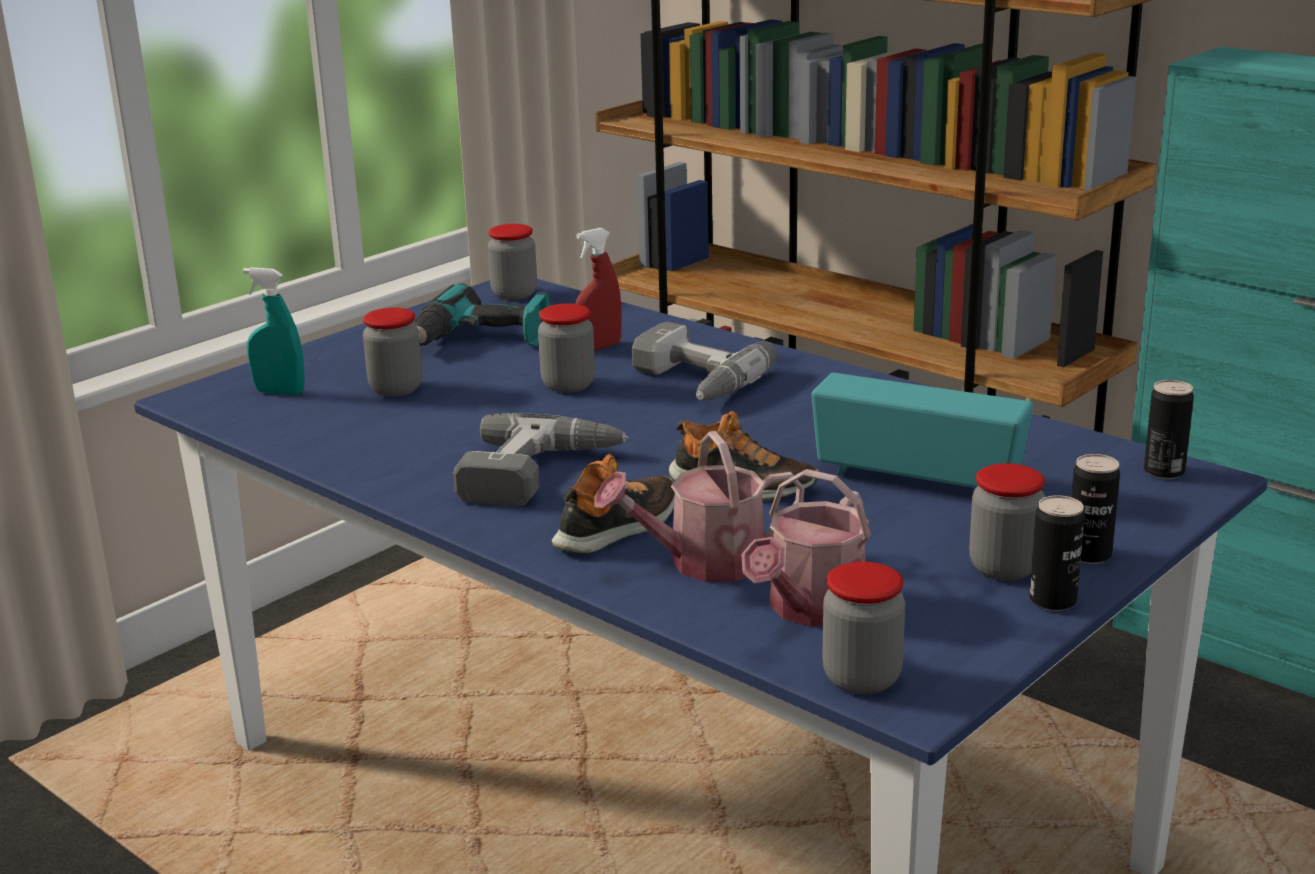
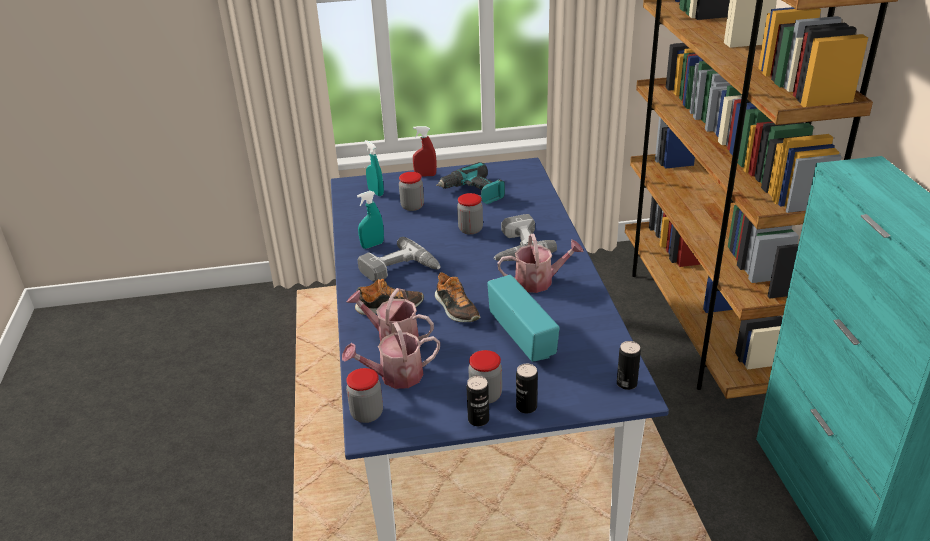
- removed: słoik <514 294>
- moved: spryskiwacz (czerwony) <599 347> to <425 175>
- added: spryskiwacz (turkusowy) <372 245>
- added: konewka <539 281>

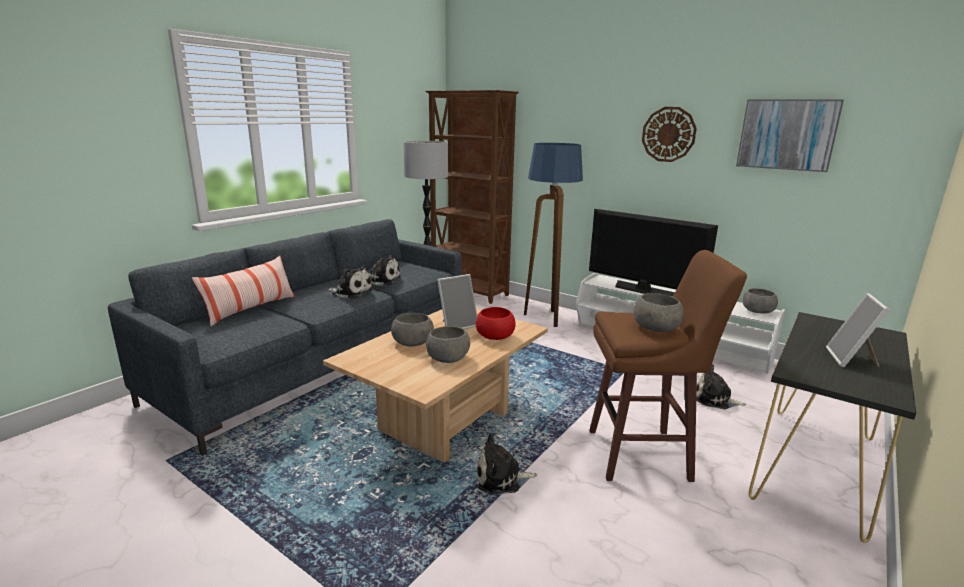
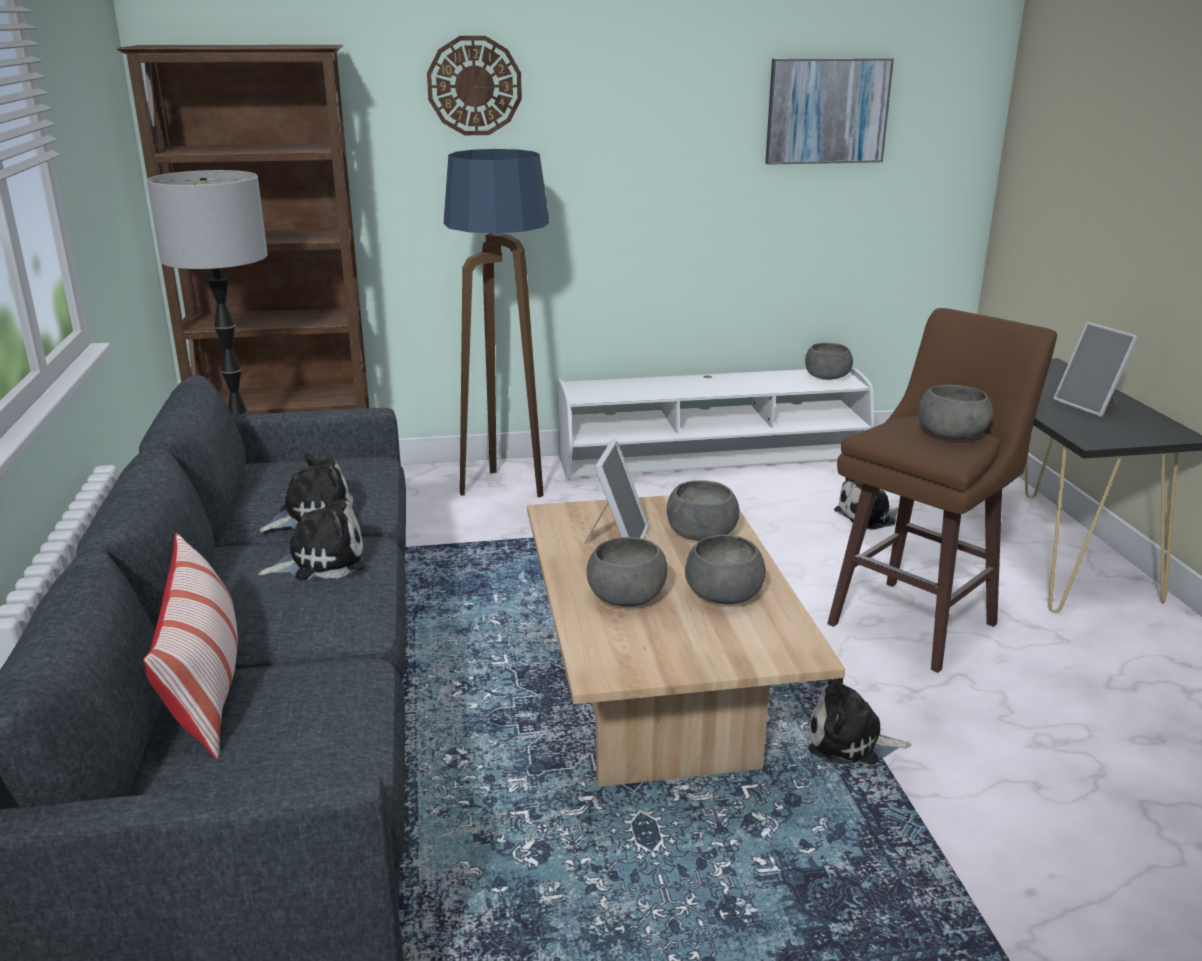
- moved: zegar ścienny <668 134> to <474 86>
- removed: telewizor <643 290>
- recoloured: miska (czerwony) <494 336> to miska (szary) <700 533>
- turned: pluszak <501 478> = <850 742> 60 degrees clockwise

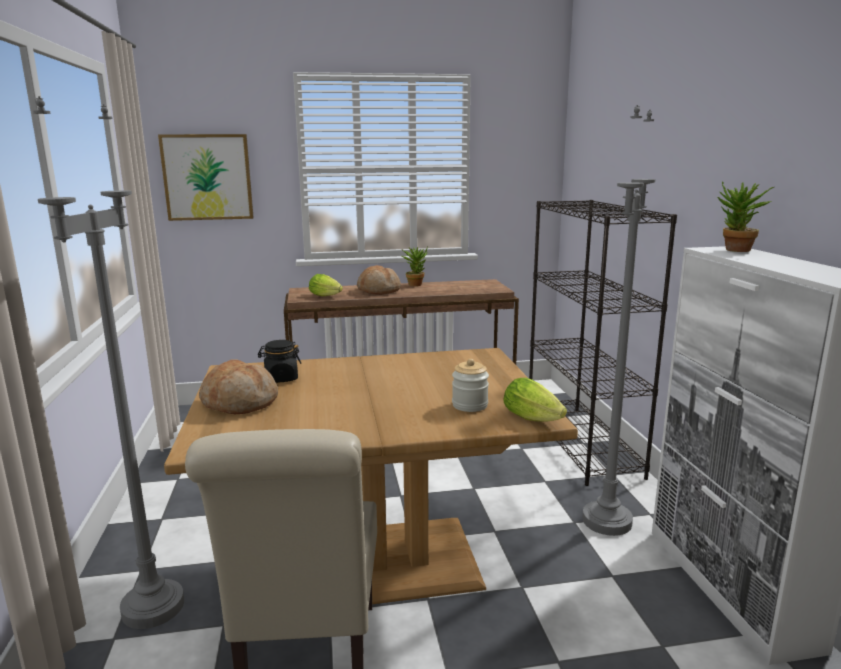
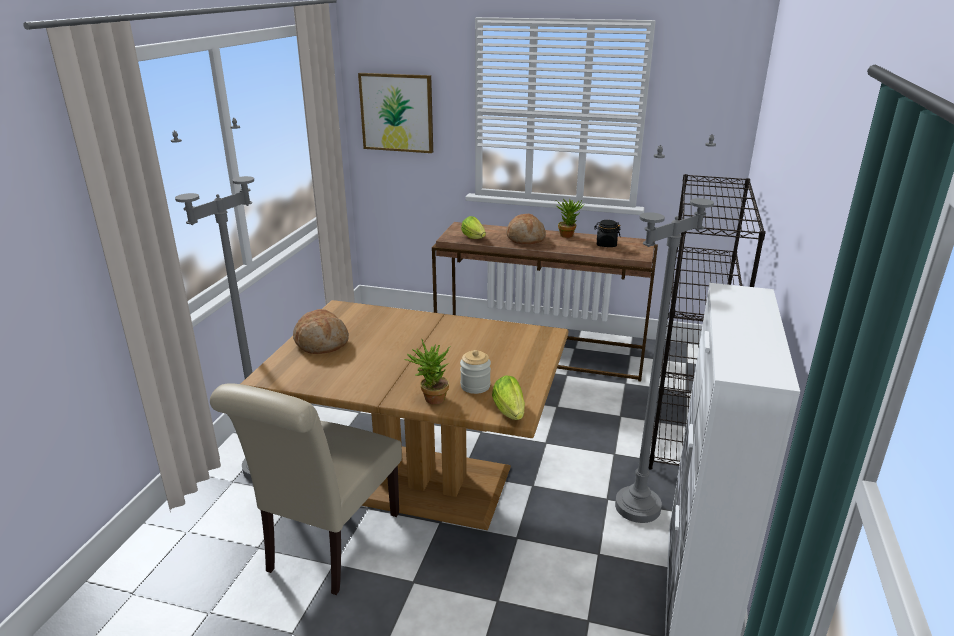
- moved: roślina doniczkowa <735 250> to <430 399>
- moved: słoik (czarny) <281 378> to <606 244>

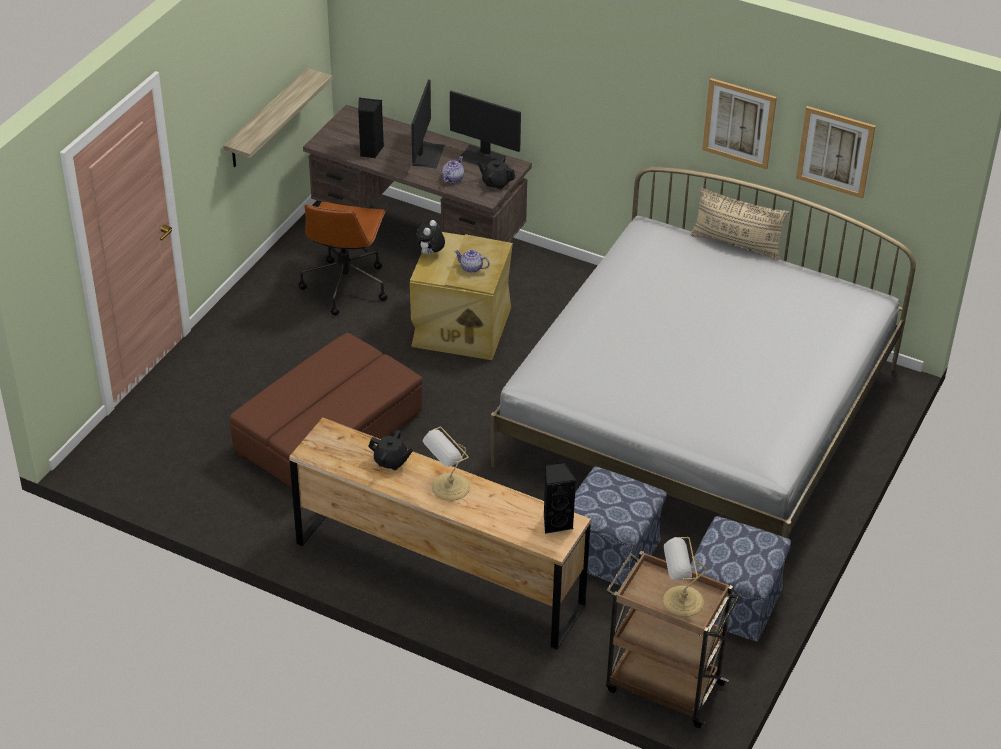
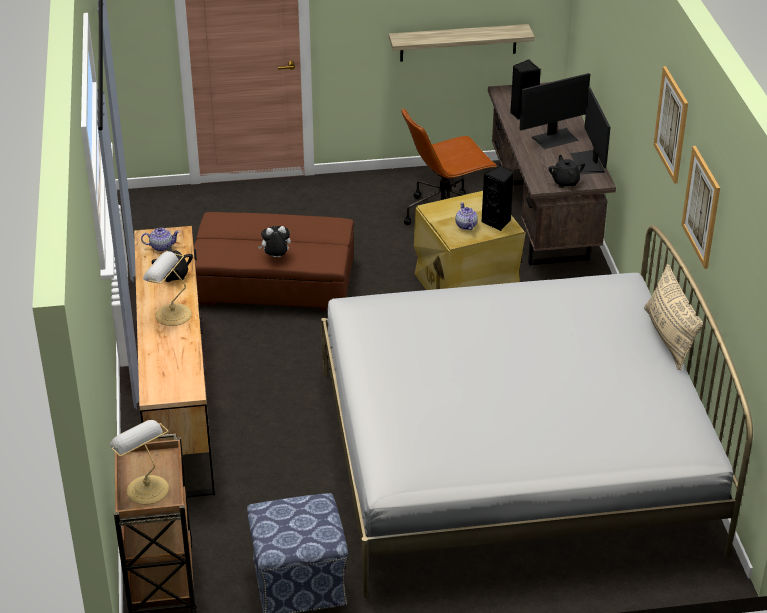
- moved: obraz <835 151> to <671 124>
- moved: imbryk <452 178> to <161 246>
- moved: pluszak <430 254> to <276 257>
- moved: głośnik (czarny) <556 522> to <497 222>
- removed: pufa <611 552>

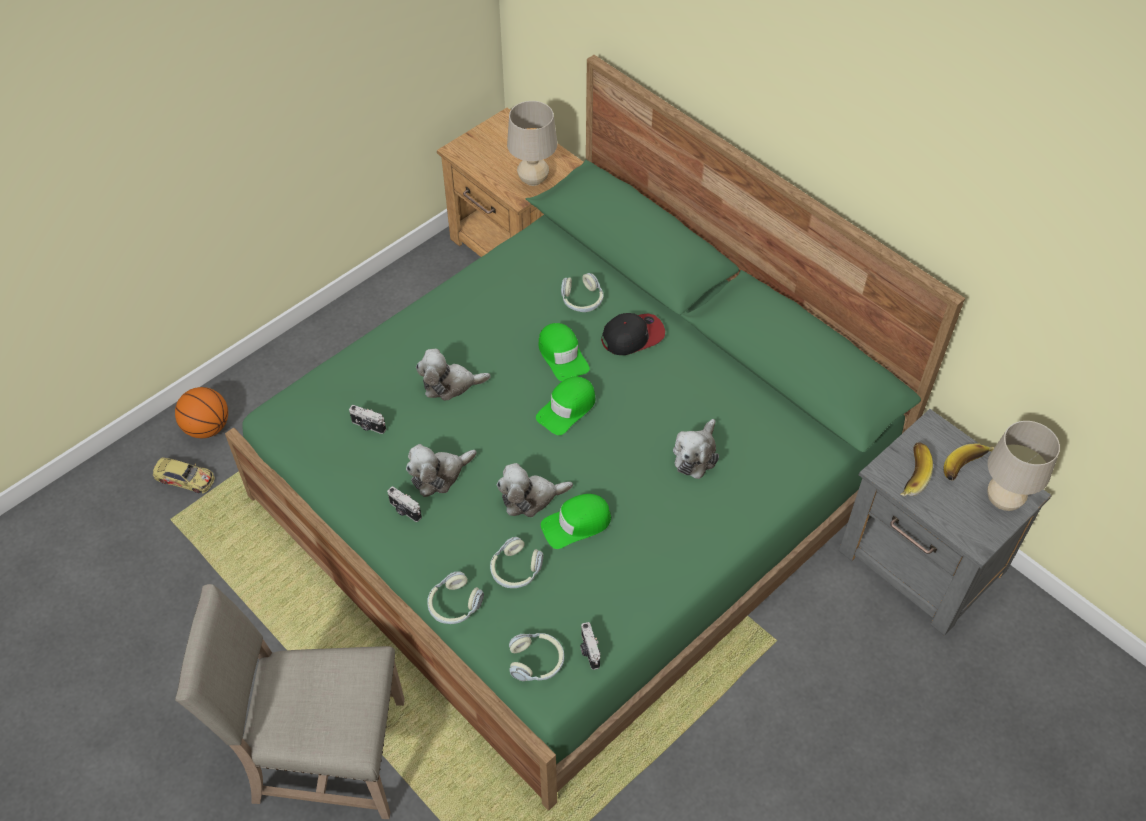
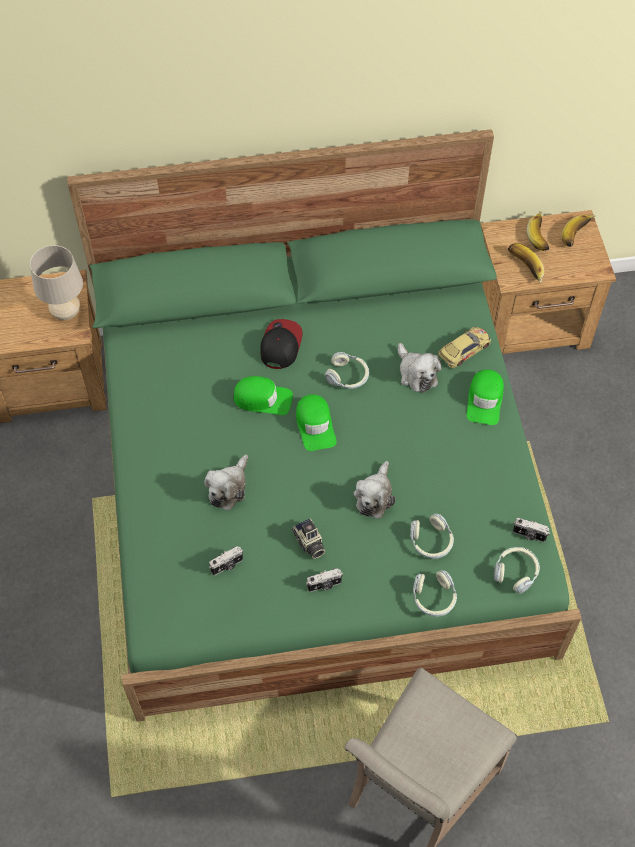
- moved: słuchawki <582 300> to <348 376>
- removed: piłka do koszykówki <207 427>
- recoloured: szafka nocna (szary) <922 563> to szafka nocna (brązowy) <531 322>
- replaced: lampa stołowa (beżowy) <1003 500> to banan <578 236>
- replaced: pluszak <439 475> to aparat fotograficzny <309 544>
- moved: samochodzik <185 478> to <464 349>
- moved: czapka z daszkiem (zielony) <576 524> to <485 400>

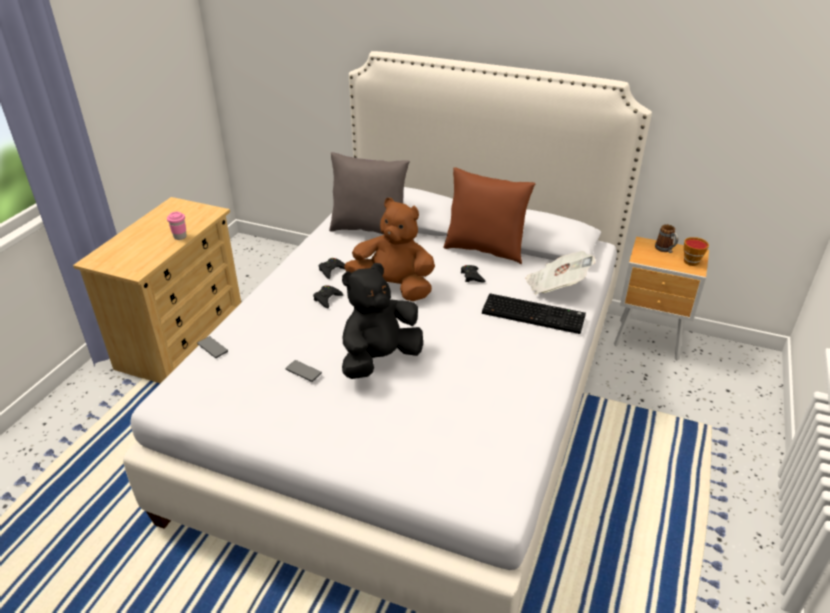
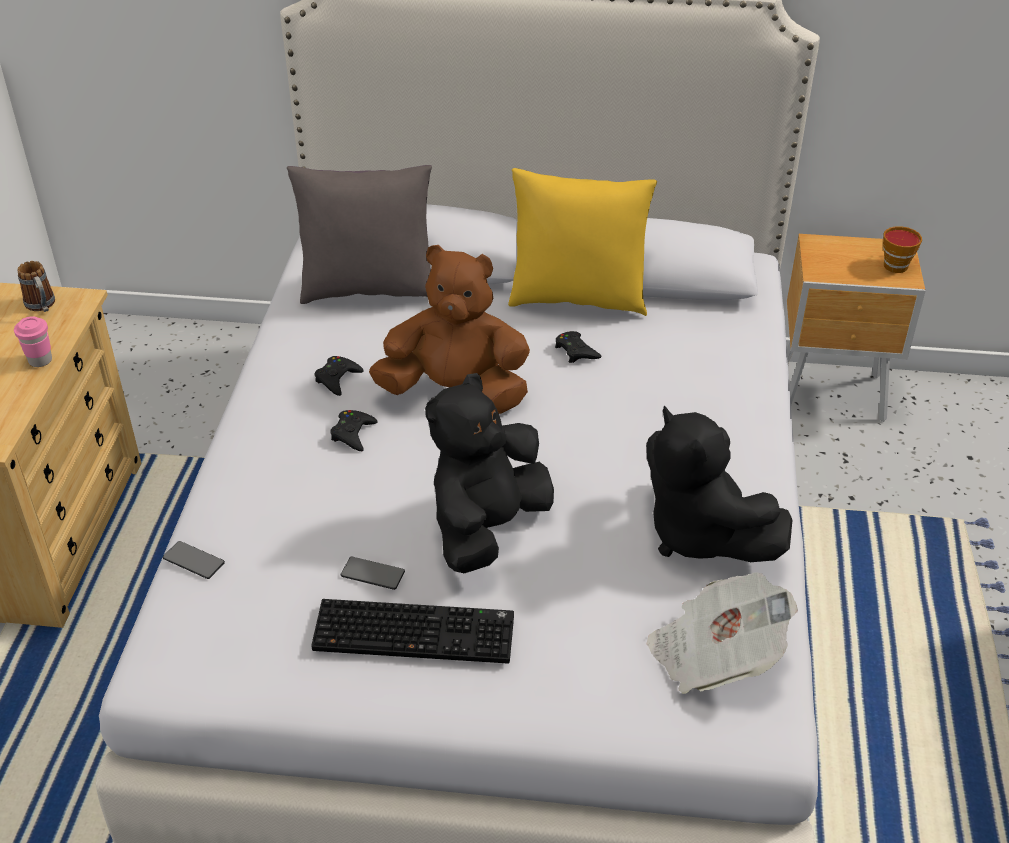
- recoloured: poduszka (brązowy) <484 250> to poduszka (żółty) <577 298>
- moved: kubek <665 250> to <42 306>
- moved: gazeta <556 286> to <715 655>
- moved: klawiatura <534 314> to <416 631>
- added: pluszak (czarny) <699 533>

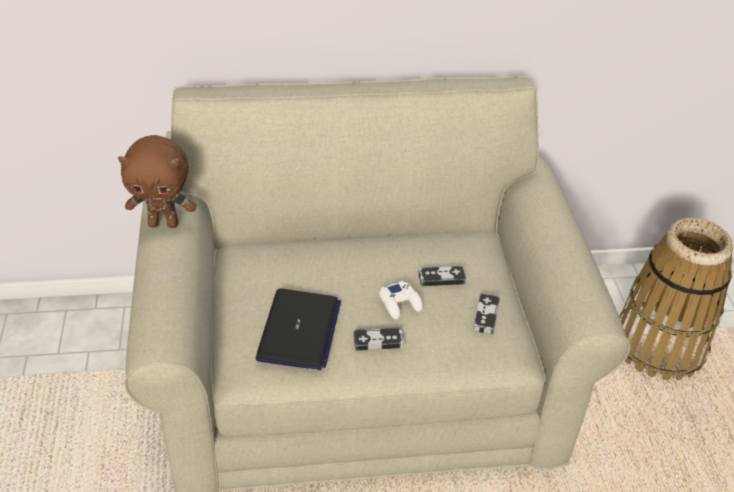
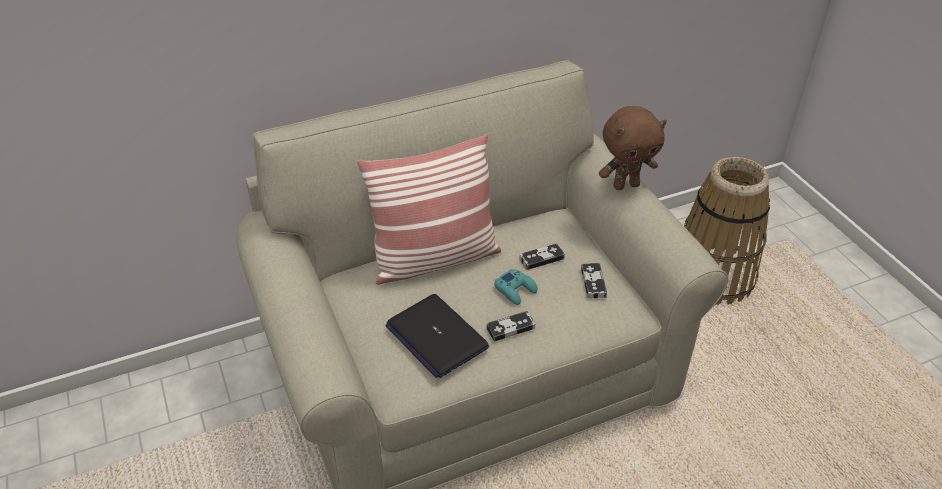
- moved: pluszak (brązowy) <164 223> to <626 185>
- recoloured: pad do gier (biały) <400 304> to pad do gier (turkusowy) <515 290>
- turned: laptop <299 331> = <436 336> 150 degrees clockwise
- added: poduszka <434 258>

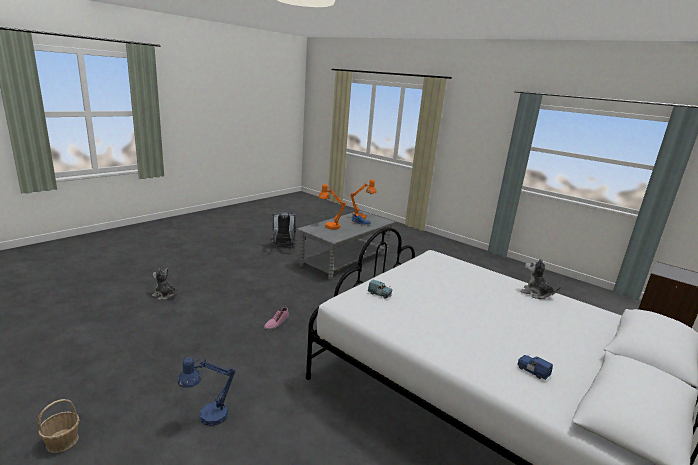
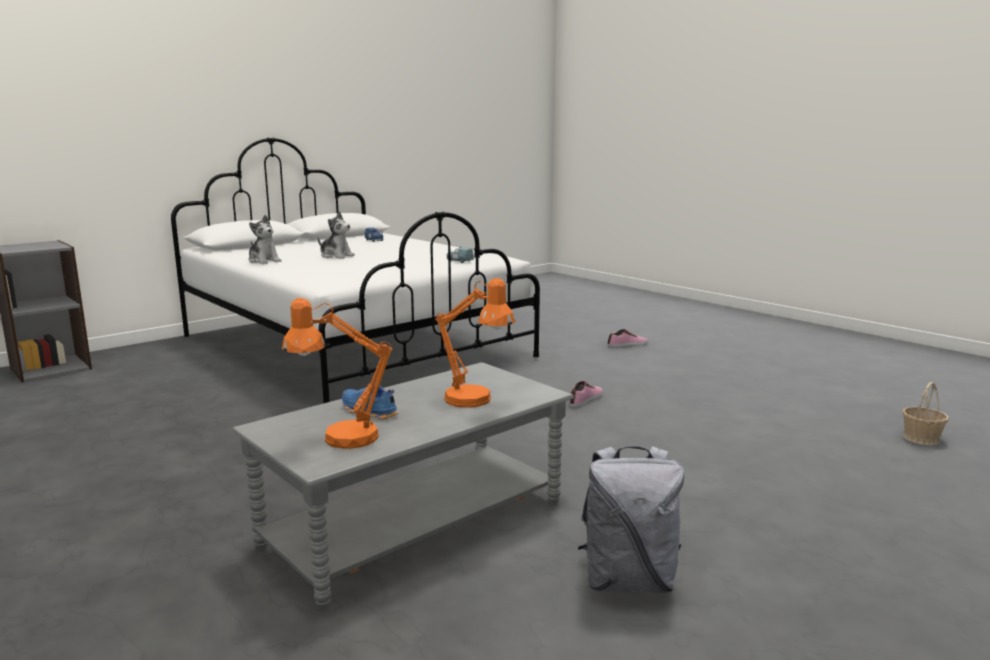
- moved: pluszak <165 295> to <336 256>
- replaced: lampa stołowa (niebieski) <207 417> to but <627 345>
- moved: koszyk <62 441> to <921 438>

